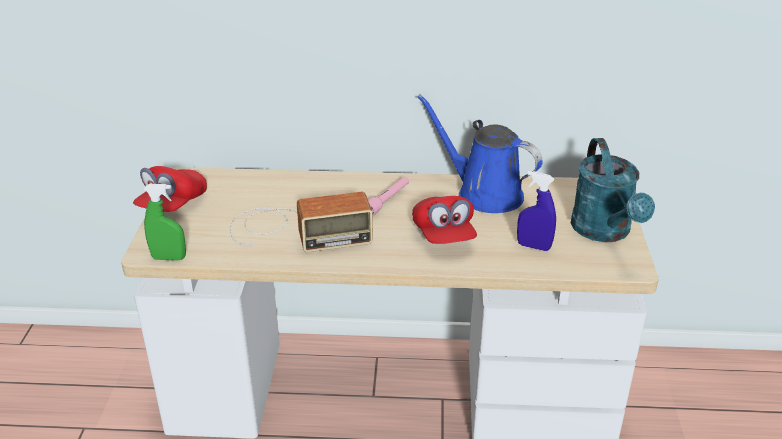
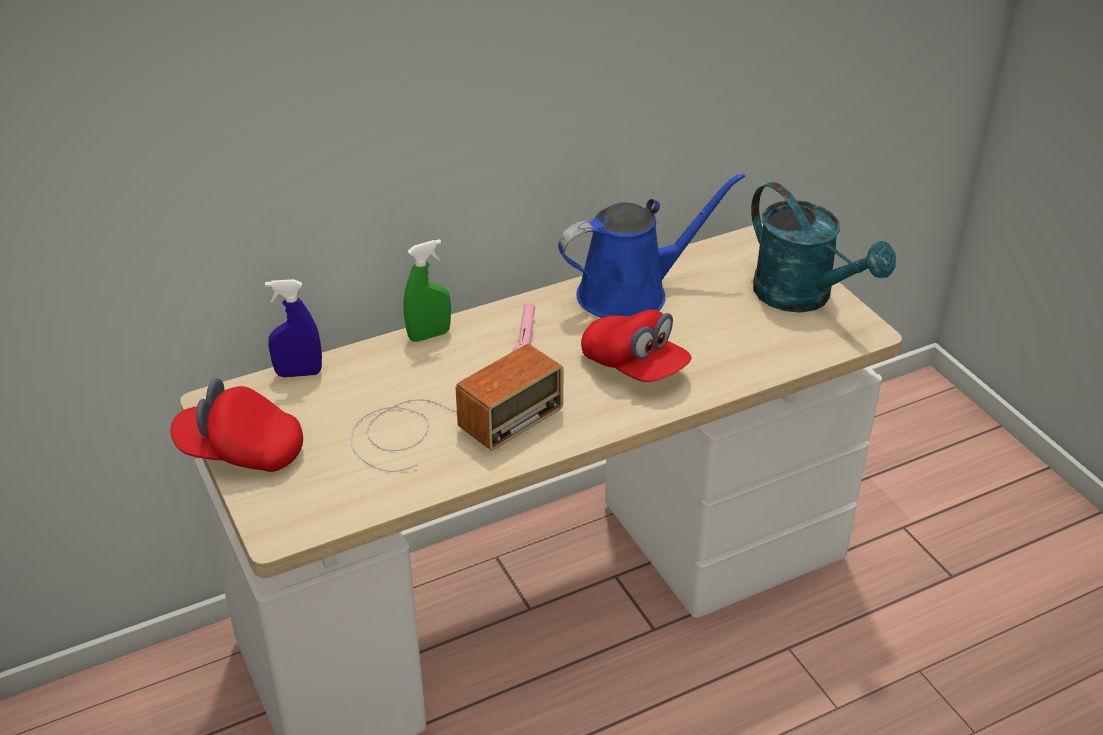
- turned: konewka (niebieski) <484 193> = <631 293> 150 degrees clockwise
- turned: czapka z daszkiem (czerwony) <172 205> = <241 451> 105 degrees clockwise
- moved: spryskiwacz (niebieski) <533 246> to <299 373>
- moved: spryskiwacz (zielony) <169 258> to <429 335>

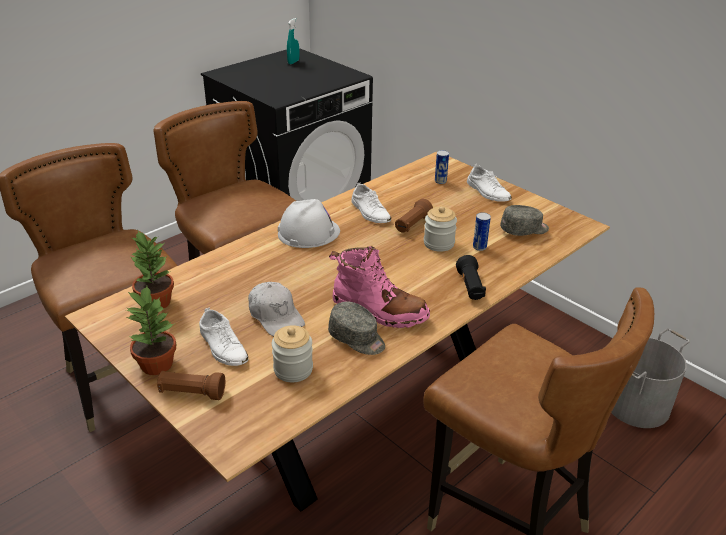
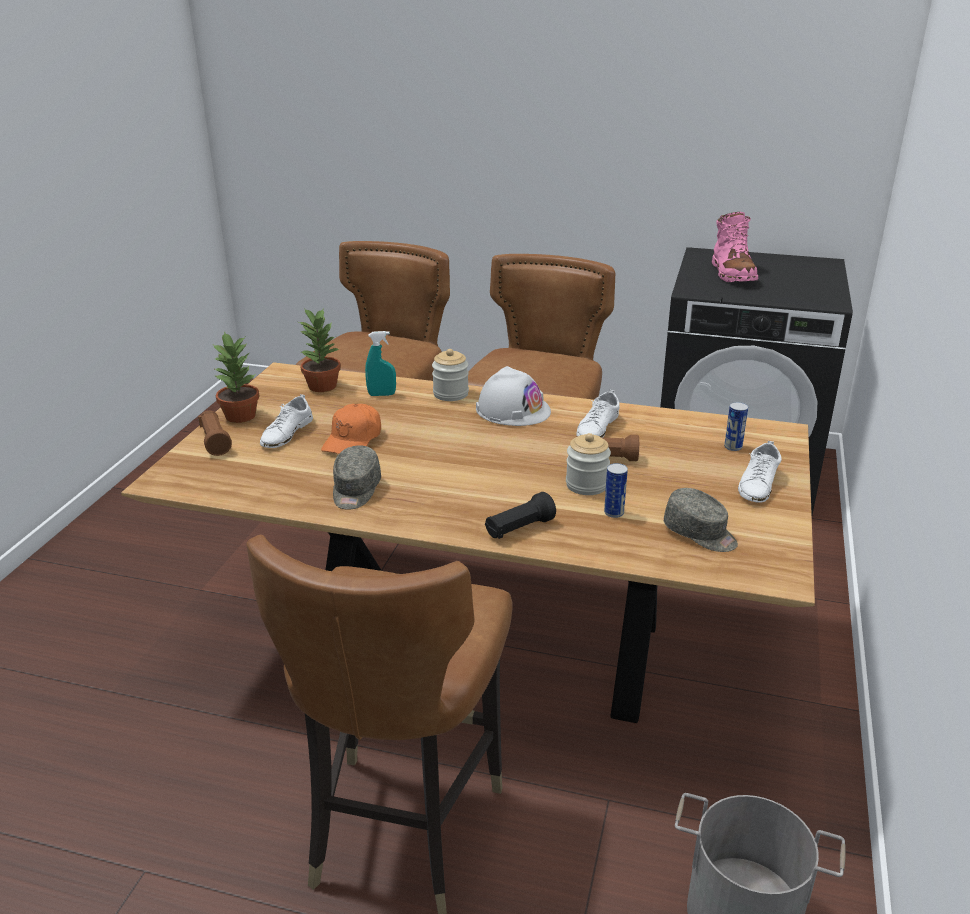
- moved: spryskiwacz (turkusowy) <293 62> to <382 394>
- moved: but z cholewką (różowy) <379 311> to <732 273>
- recoloured: czapka z daszkiem (biały) <276 316> to czapka z daszkiem (pomarańczowy) <353 440>
- moved: słoik <293 369> to <450 394>

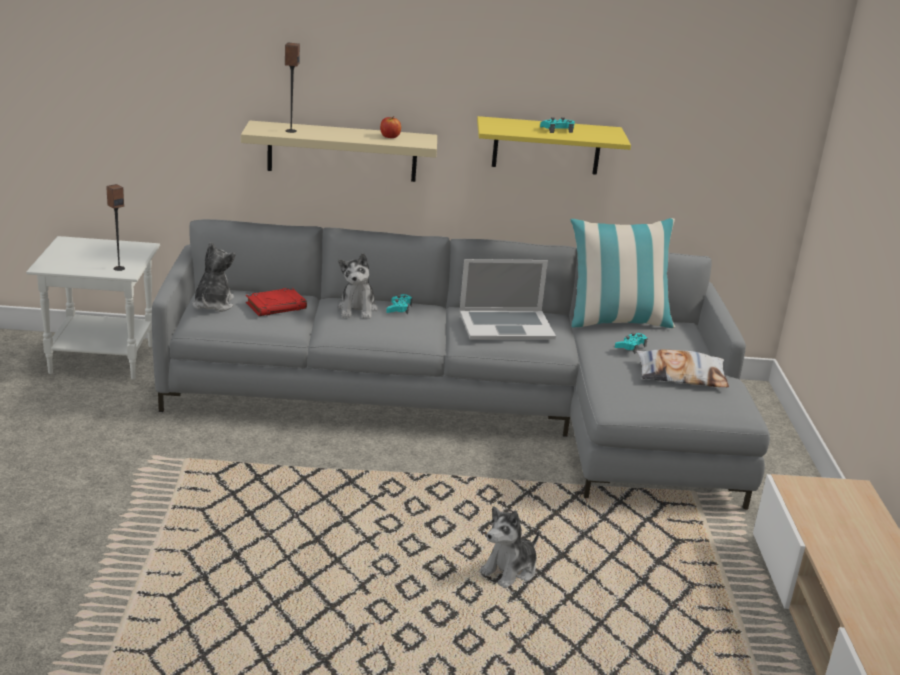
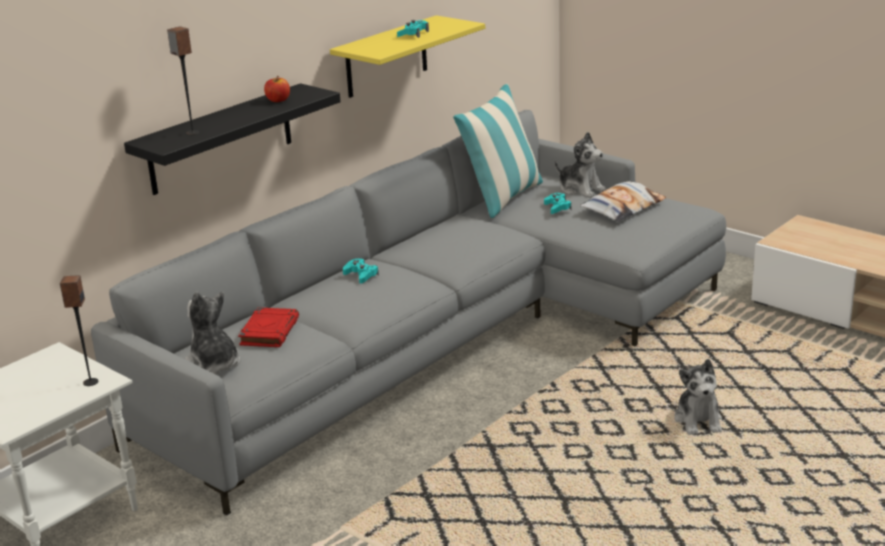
- recoloured: półka (beżowy) <342 151> to półka (czarny) <221 139>
- moved: pluszak <357 309> to <580 189>
- removed: laptop <506 325>

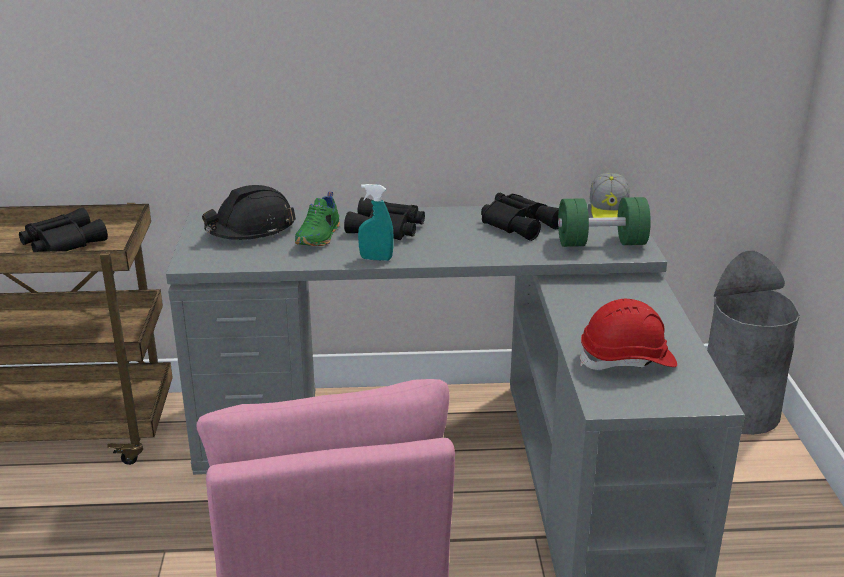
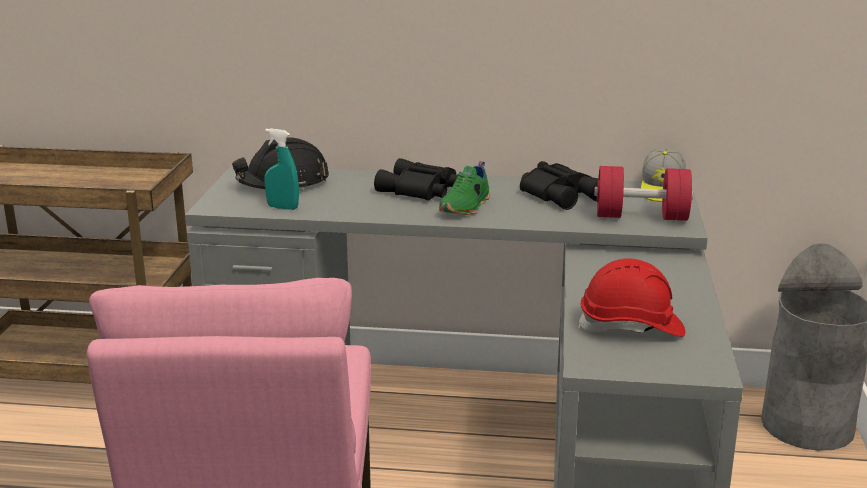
- moved: spryskiwacz (turkusowy) <376 259> to <282 207>
- moved: but (zielony) <320 237> to <466 207>
- recoloured: hantel (zielony) <601 243> to hantel (czerwony) <641 217>
- removed: lornetka (czarny) <61 242>

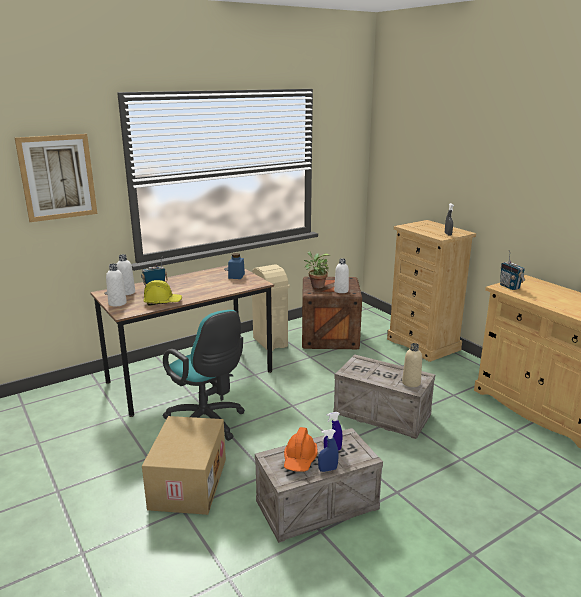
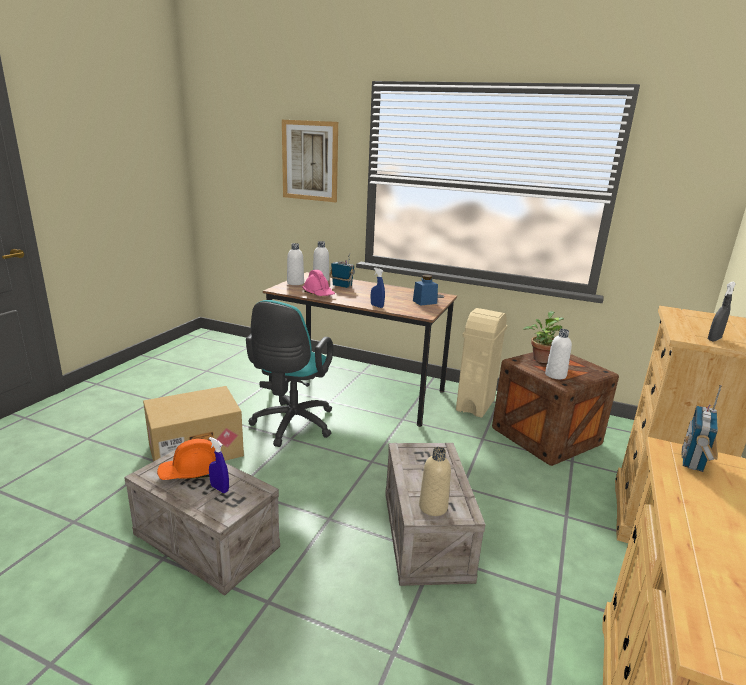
- recoloured: kask (żółty) <162 302> to kask (różowy) <318 294>
- moved: spryskiwacz (niebieski) <327 469> to <377 306>

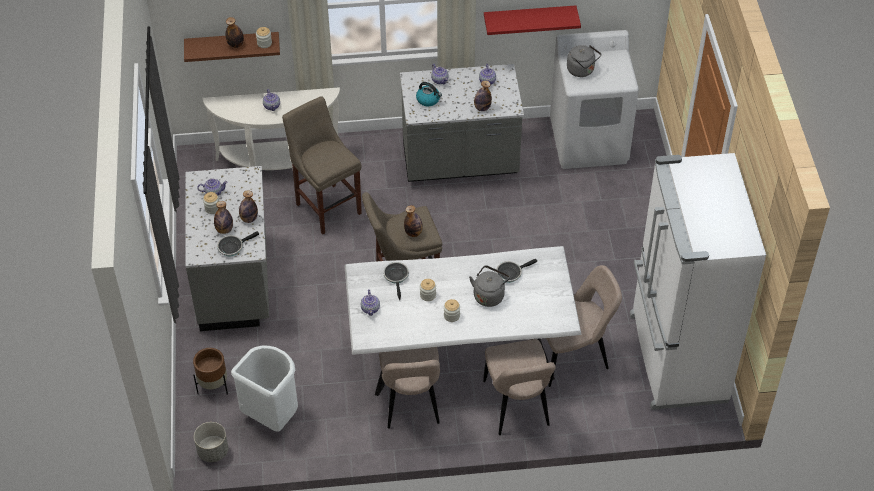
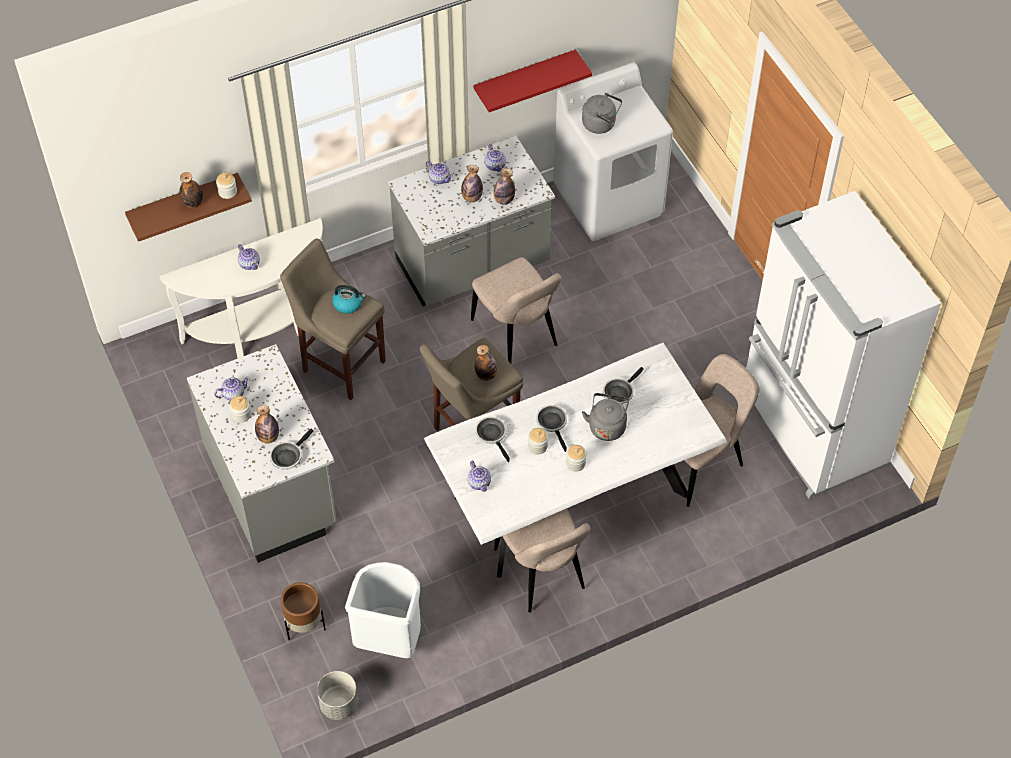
- moved: czajnik <428 100> to <348 304>
- moved: butelka <249 219> to <472 198>
- moved: krzesło (beżowy) <517 406> to <516 336>
- added: patelnia <553 424>

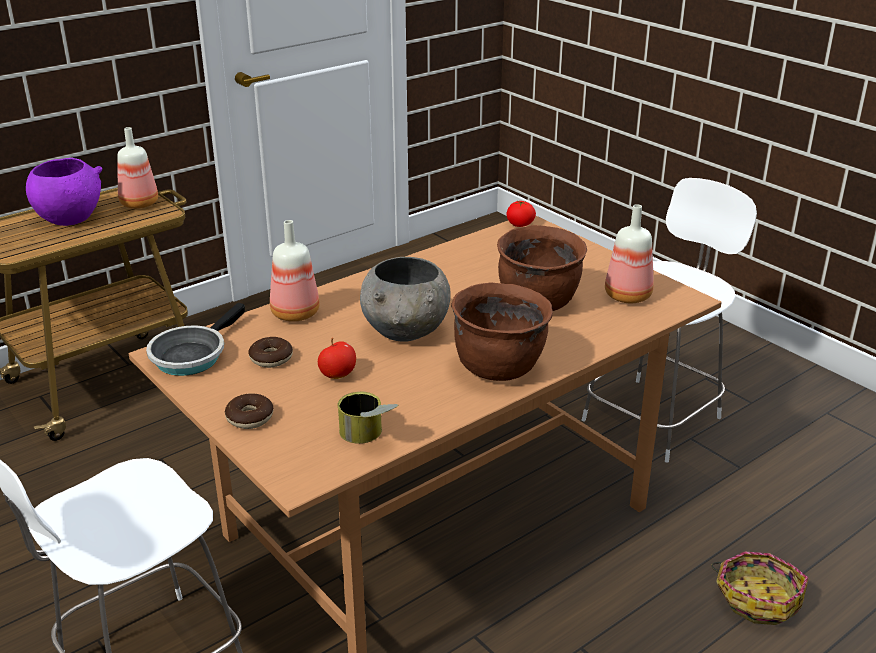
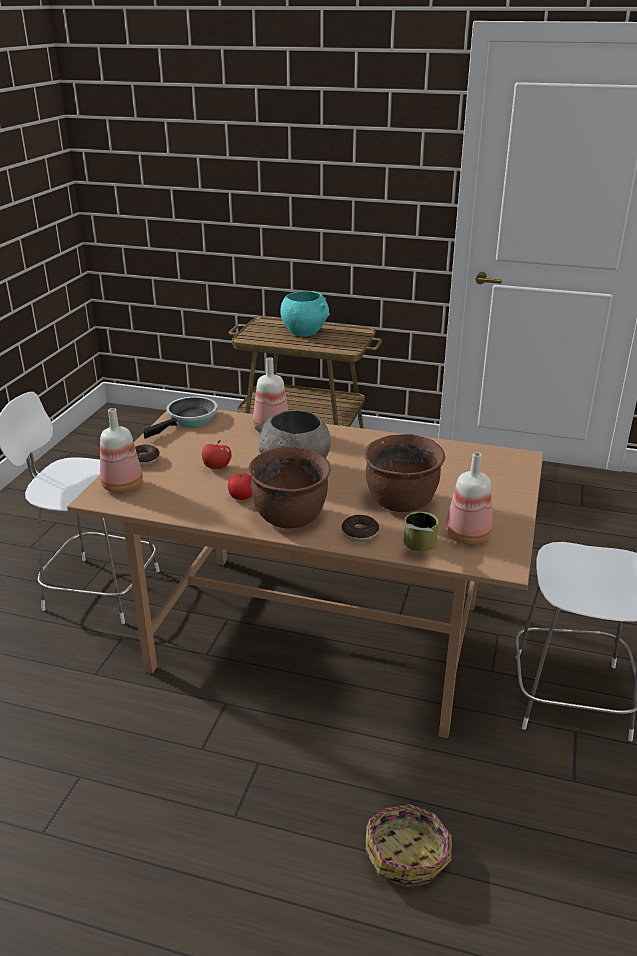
- moved: butelka <138 204> to <121 485>
- recoloured: miska (fioletowy) <70 218> to miska (turkusowy) <304 332>
- moved: pomidor <520 224> to <242 497>
- turned: patelnia <191 355> = <189 419> 135 degrees clockwise
- moved: donut <271 358> to <360 533>
- moved: puszka <368 437> to <418 547>

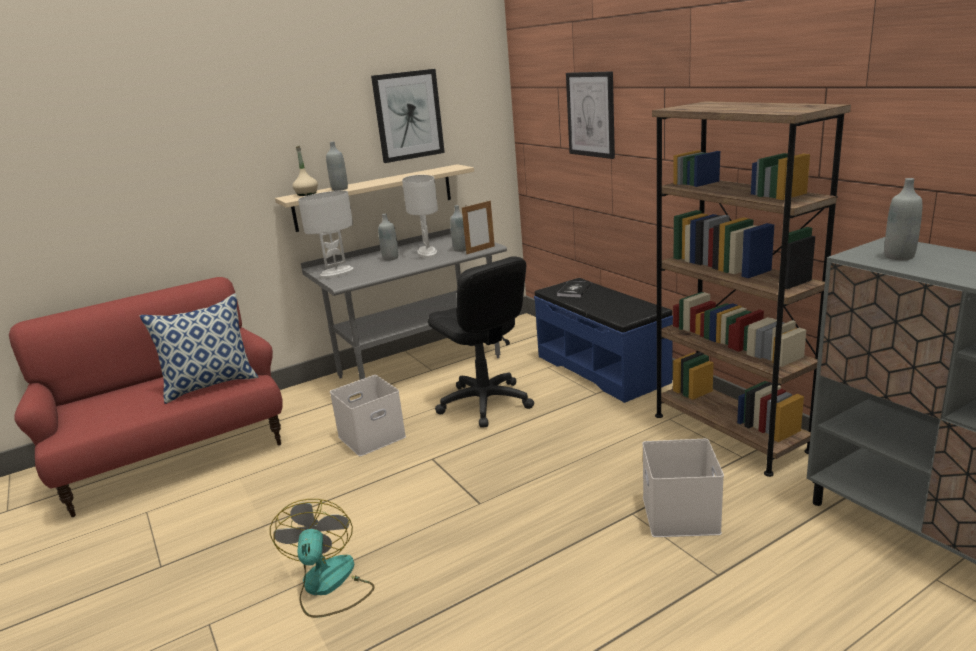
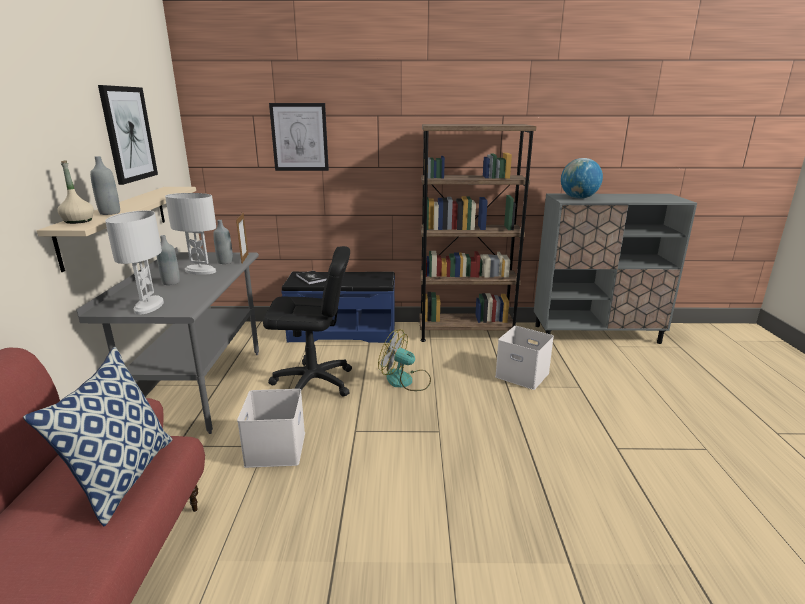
- replaced: butelka (szary) <899 256> to globus <578 198>
- moved: wentylator <328 586> to <405 381>

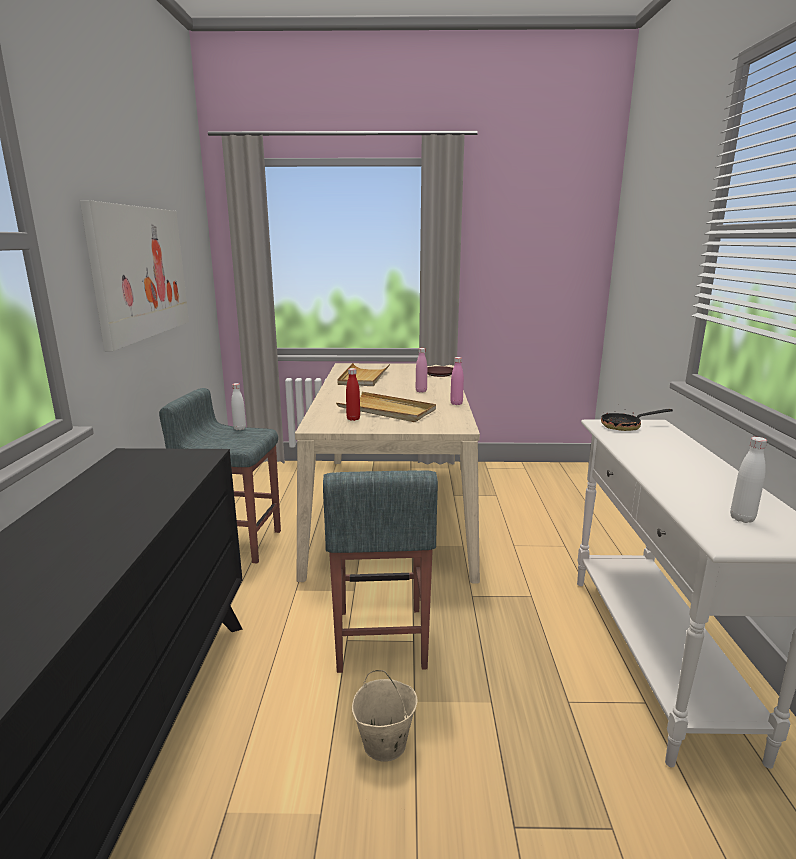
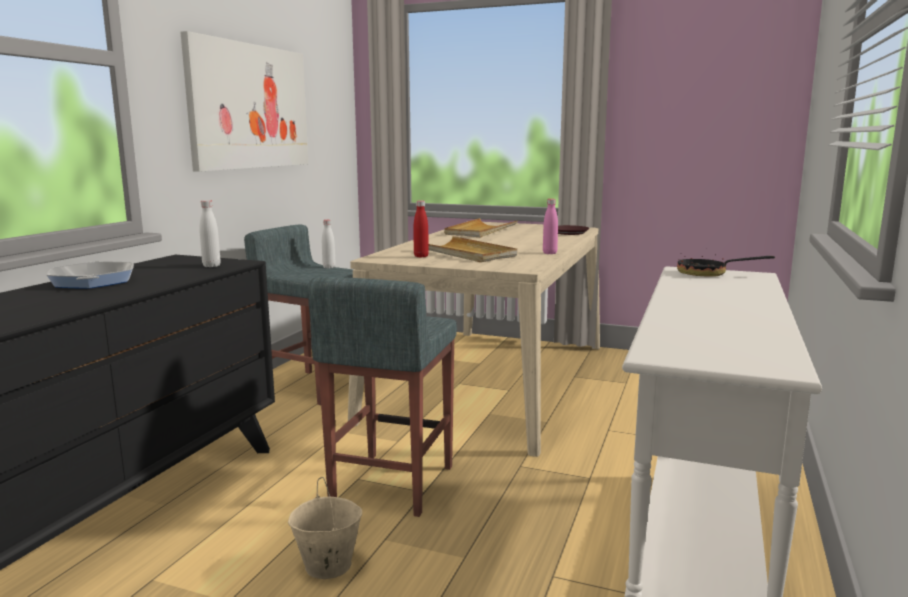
- removed: butelka (różowy) <421 391>
- moved: butelka (biały) <742 518> to <211 266>
- added: patelnia <93 281>

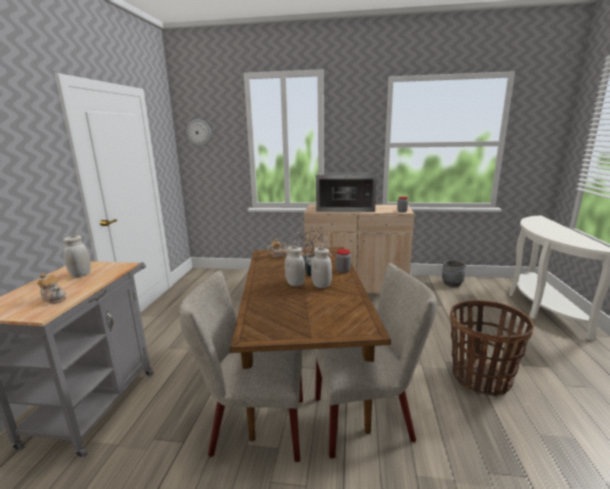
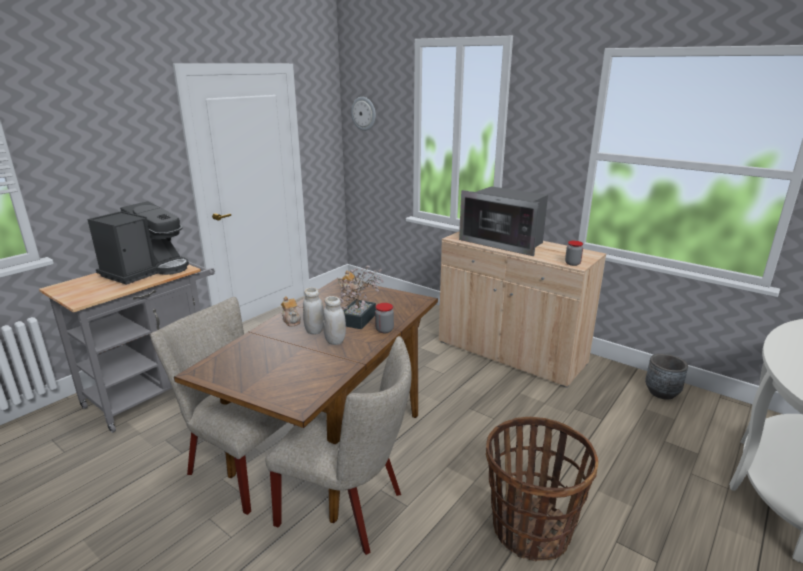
- replaced: słoik (biały) <81 275> to ekspres do kawy <147 270>
- moved: imbryk <54 298> to <291 321>

